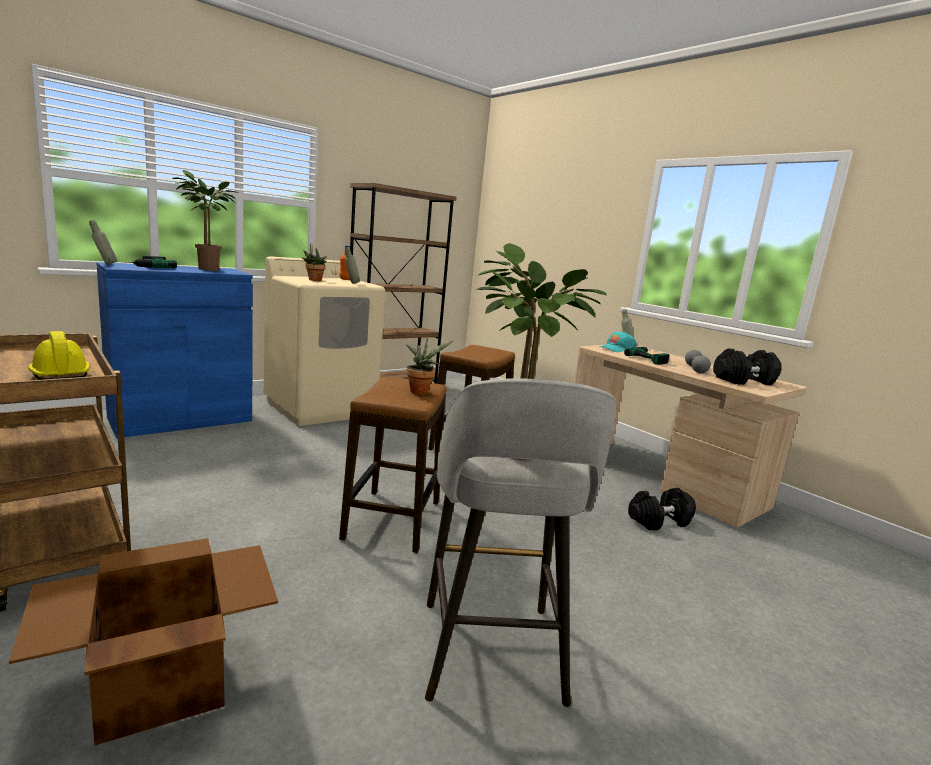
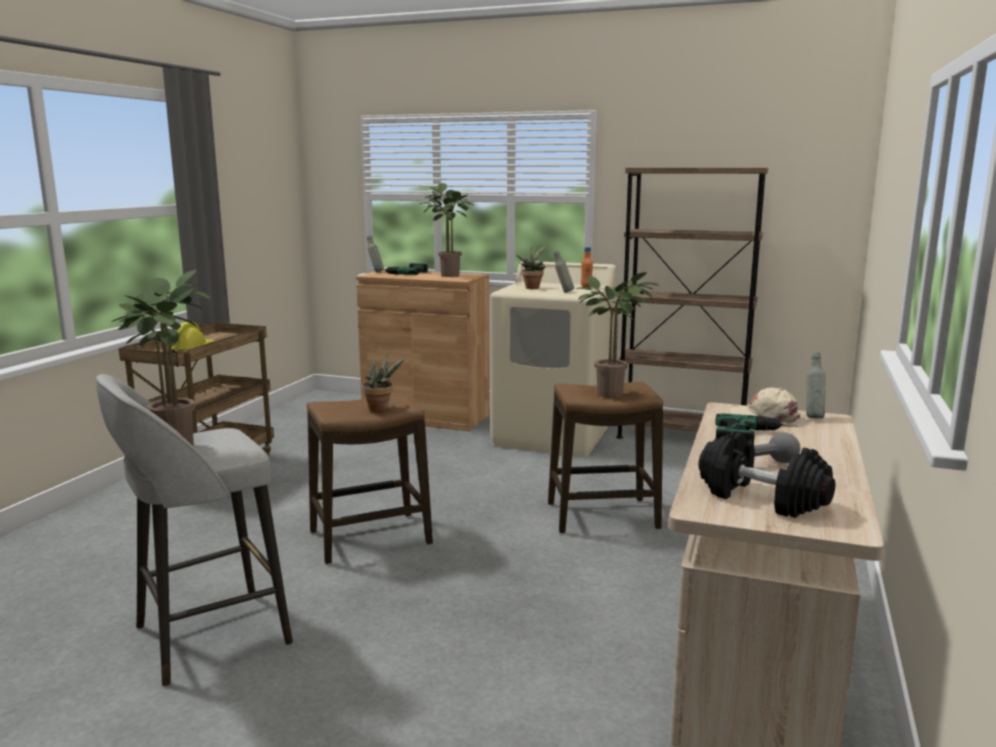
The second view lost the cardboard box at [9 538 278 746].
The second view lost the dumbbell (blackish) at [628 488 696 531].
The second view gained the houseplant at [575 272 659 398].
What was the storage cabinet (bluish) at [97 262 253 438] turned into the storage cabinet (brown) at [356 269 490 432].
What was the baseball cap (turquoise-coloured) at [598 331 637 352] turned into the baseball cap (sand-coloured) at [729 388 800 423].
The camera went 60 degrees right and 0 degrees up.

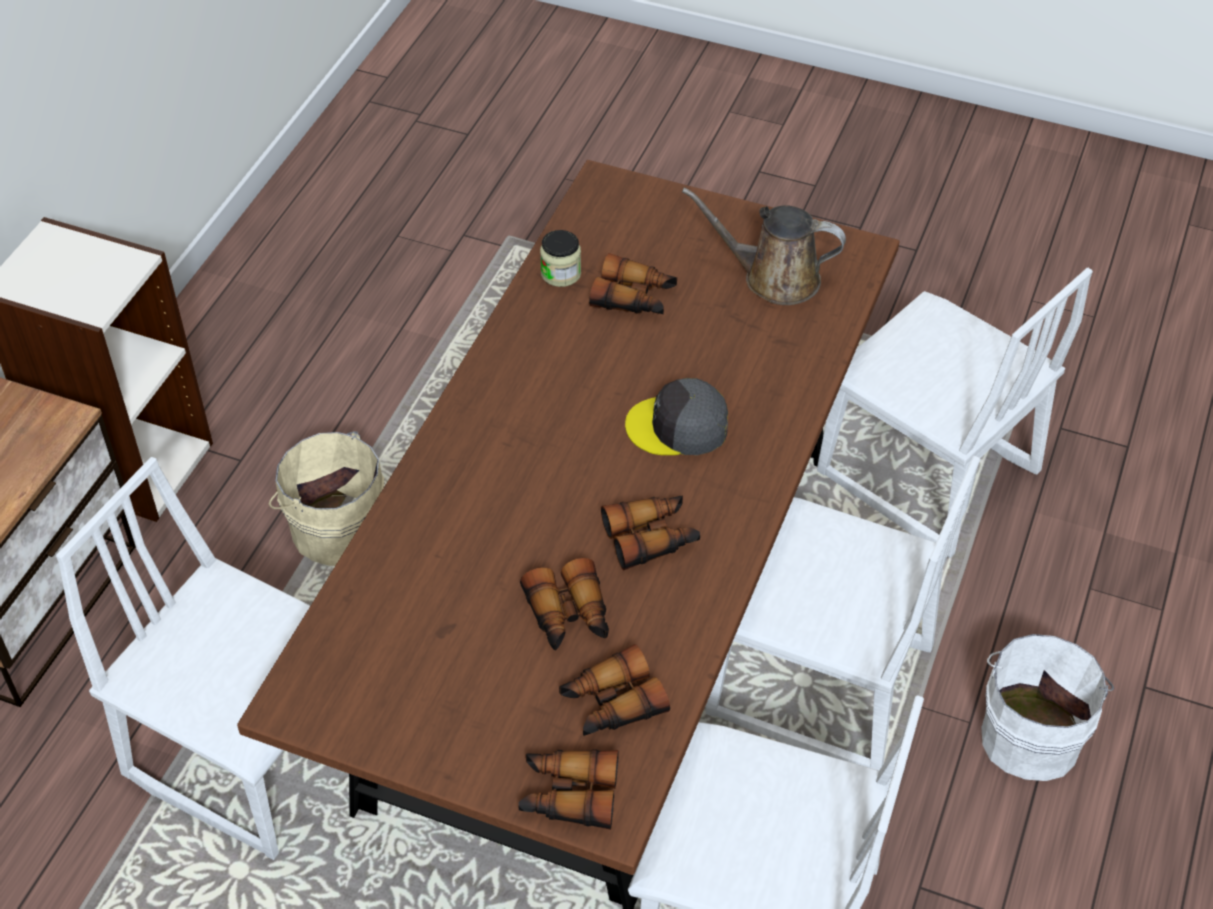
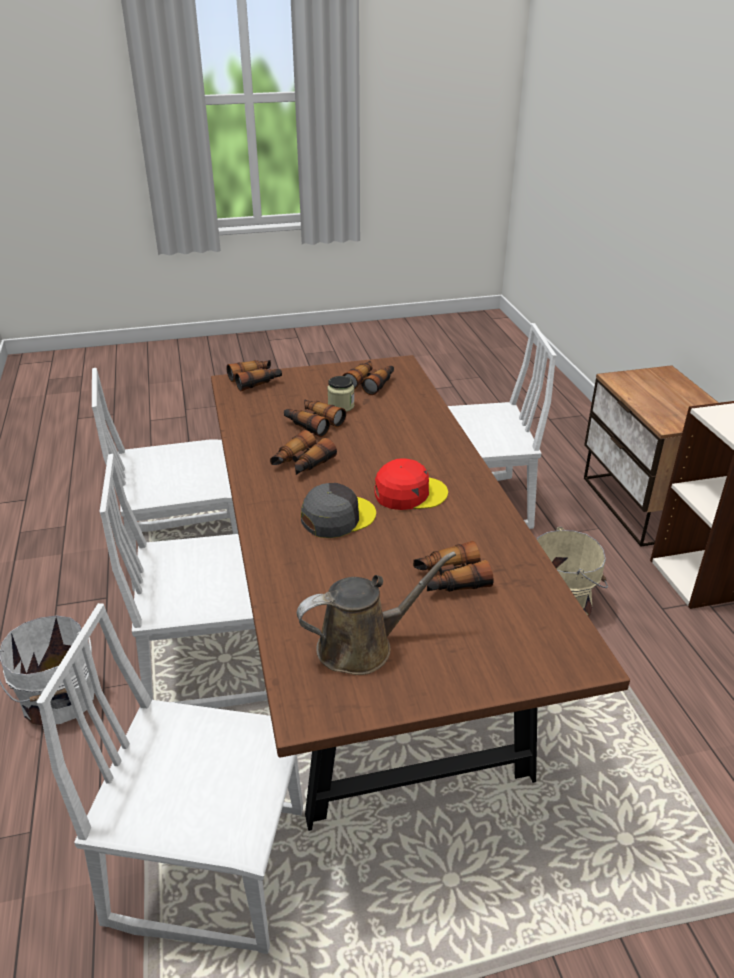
The second view gained the baseball cap (reddish) at [374 458 448 510].
The preserve jar ended up elsewhere, having gone from [540 230 581 287] to [327 376 354 412].
The pair of binoculars ended up elsewhere, having gone from [559 644 670 736] to [342 361 394 395].
The camera went 145 degrees right and 15 degrees down.

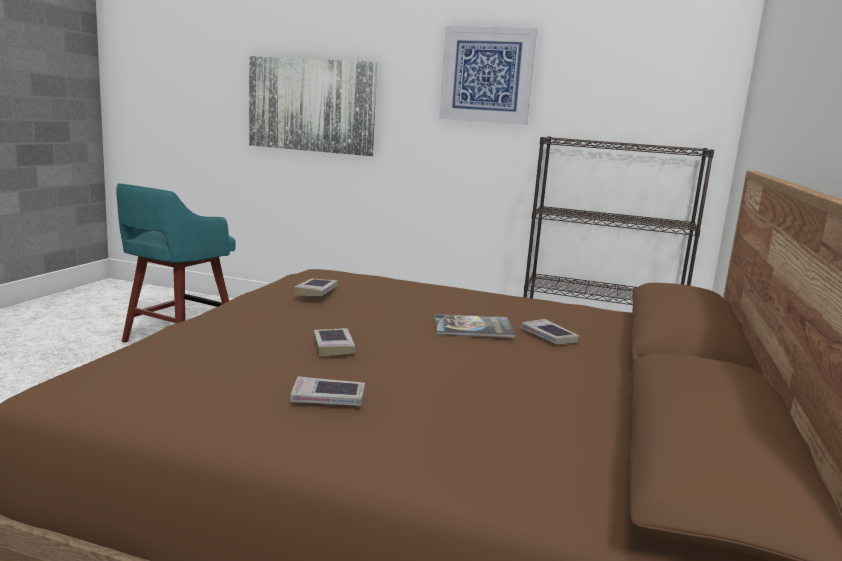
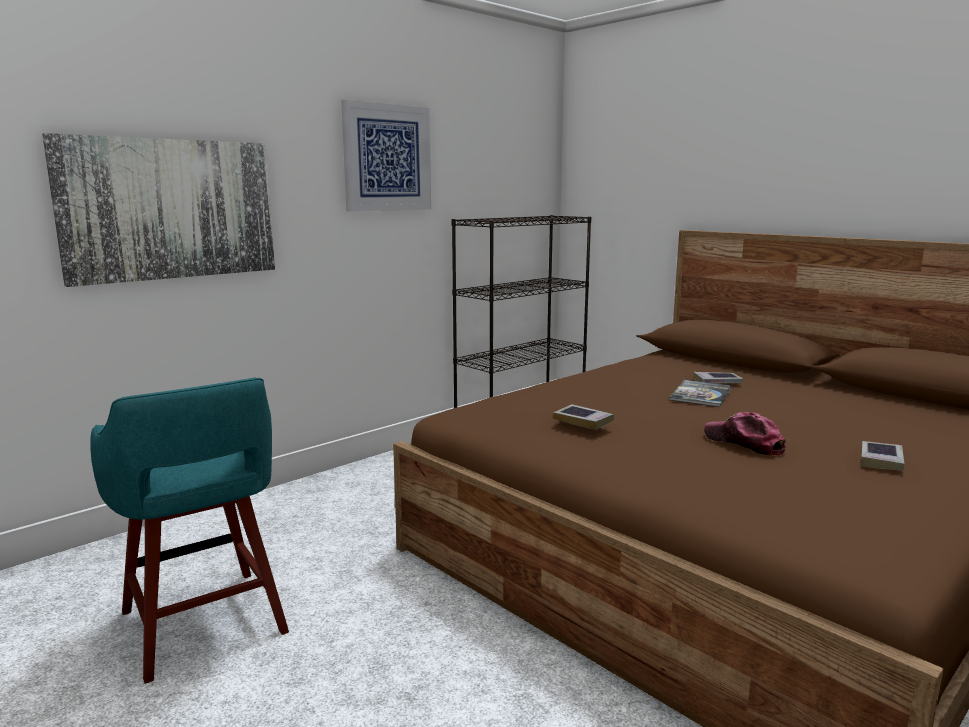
Where the volume stood at [314 328 356 356], the baseball cap came to stand at [704 412 786 456].
The camera went 60 degrees left and 0 degrees up.

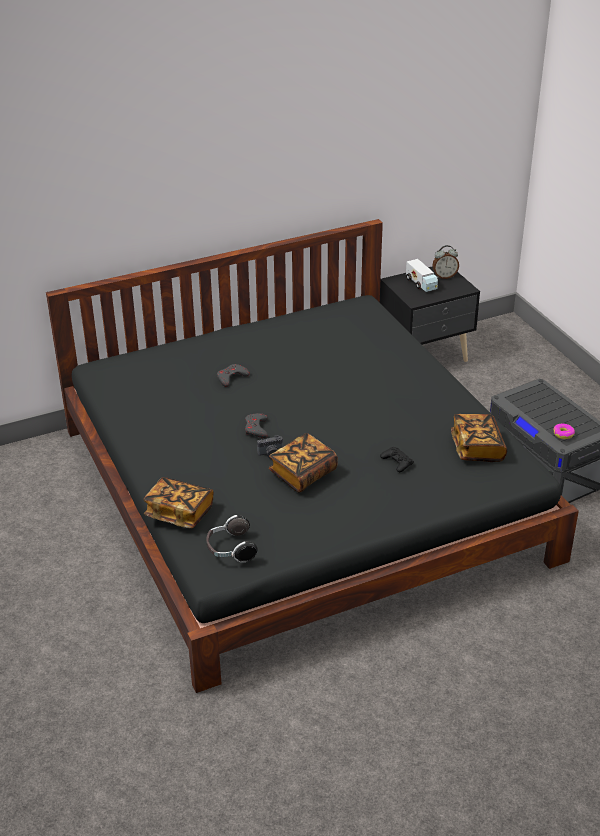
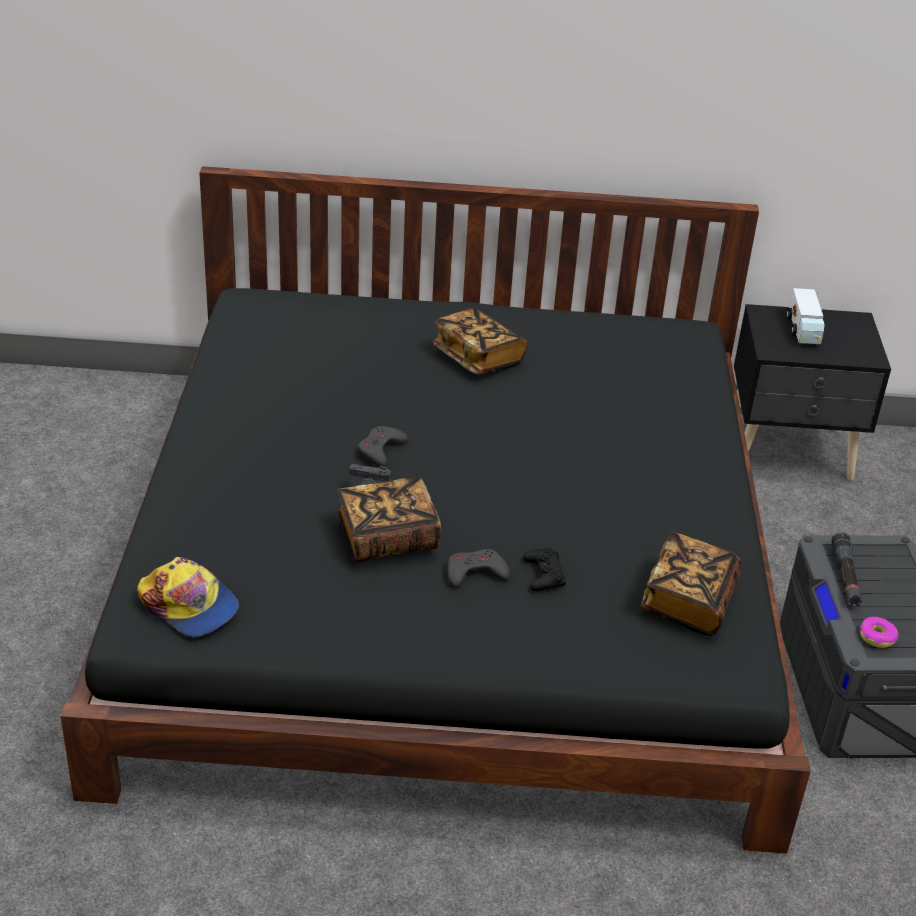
The second view lost the alarm clock at [432 245 459 279].
The second view gained the flashlight (blackish) at [832 532 862 607].
The volume ended up elsewhere, having gone from [143 477 214 529] to [432 308 527 375].
The joypad (gray) ended up elsewhere, having gone from [217 364 250 387] to [447 549 510 588].
Where the headphones stood at [207 515 258 563], the baseball cap came to stand at [137 557 239 637].
The camera went 25 degrees right and 0 degrees up.

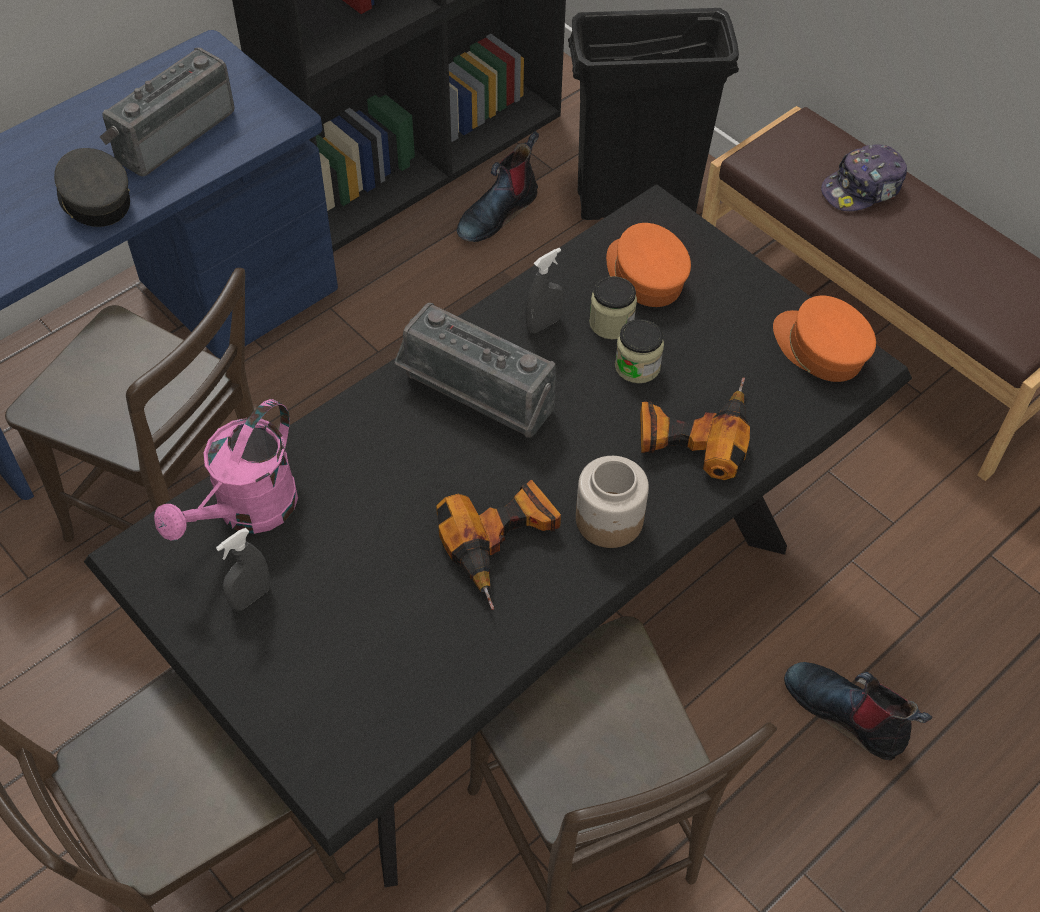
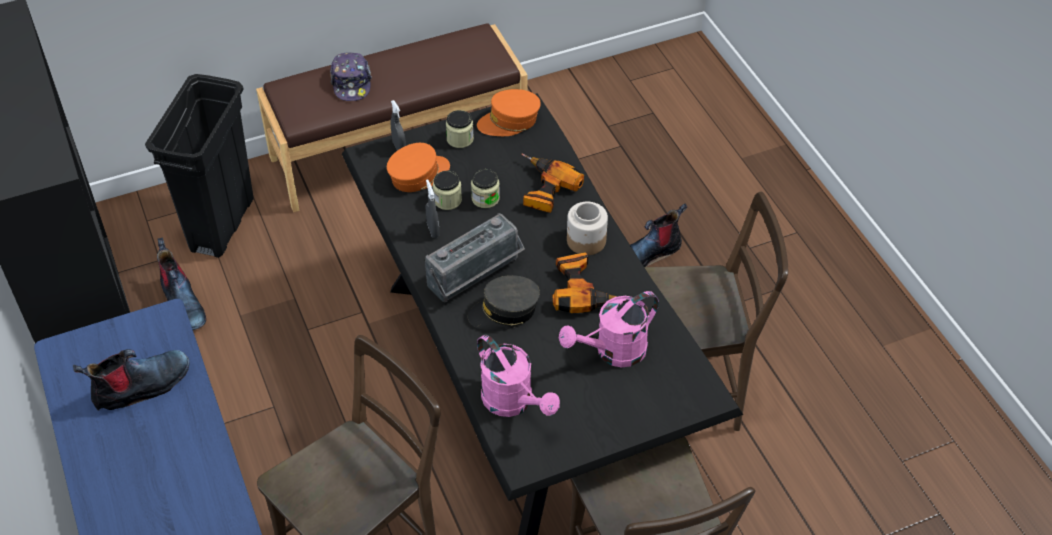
The second view gained the preserve jar at [446 110 474 148].
The second view gained the watering can (pink-coloured) at [559 291 659 367].
The baseball cap (gray) ended up elsewhere, having gone from [54 148 130 227] to [468 275 540 331].
The hand sprayer (gray) ended up elsewhere, having gone from [216 528 270 611] to [391 100 406 151].
Where the radio receiver stood at [100 48 235 176], the boot came to stand at [73 349 189 411].
The baseball cap (orangey) at [606 223 691 307] ended up facing another way, 150 degrees clockwise from before.
The camera went 70 degrees left and 5 degrees down.

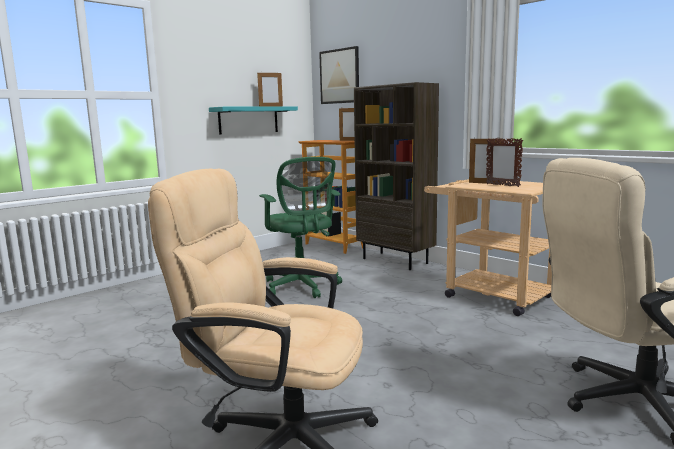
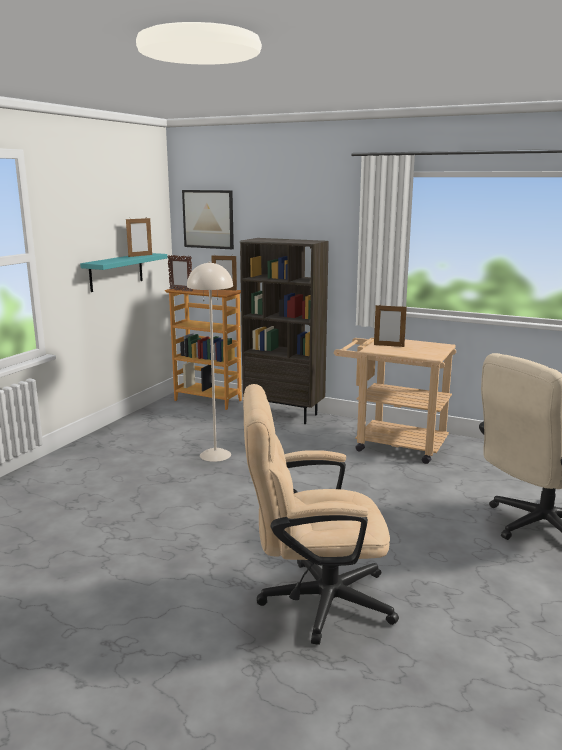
The photo frame ended up elsewhere, having gone from [486 138 523 187] to [167 255 193 292].
Where the office chair (green) stood at [259 157 342 298], the floor lamp (sand-coloured) came to stand at [187 262 233 462].
The camera went 20 degrees left and 5 degrees up.

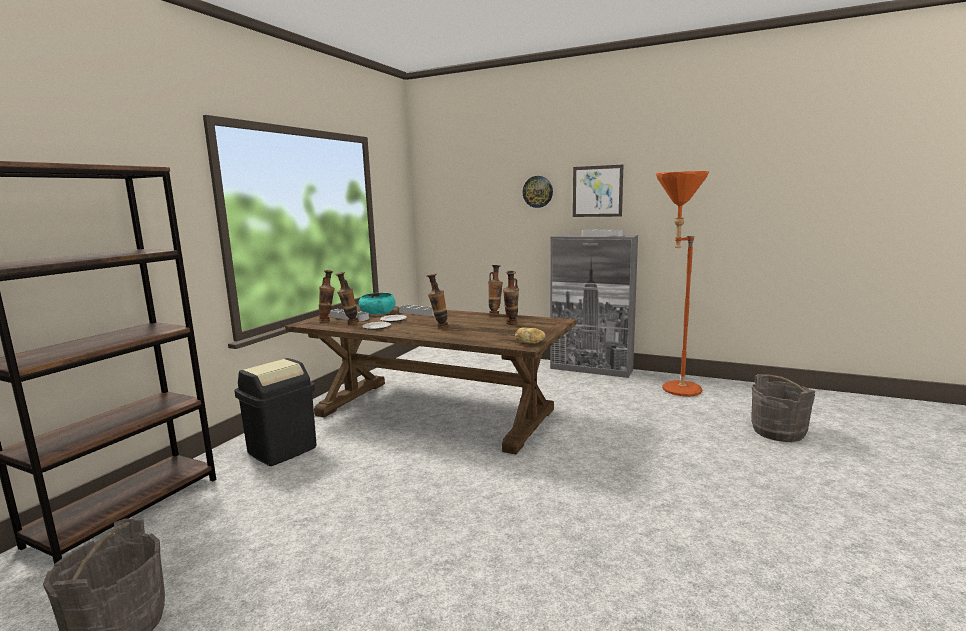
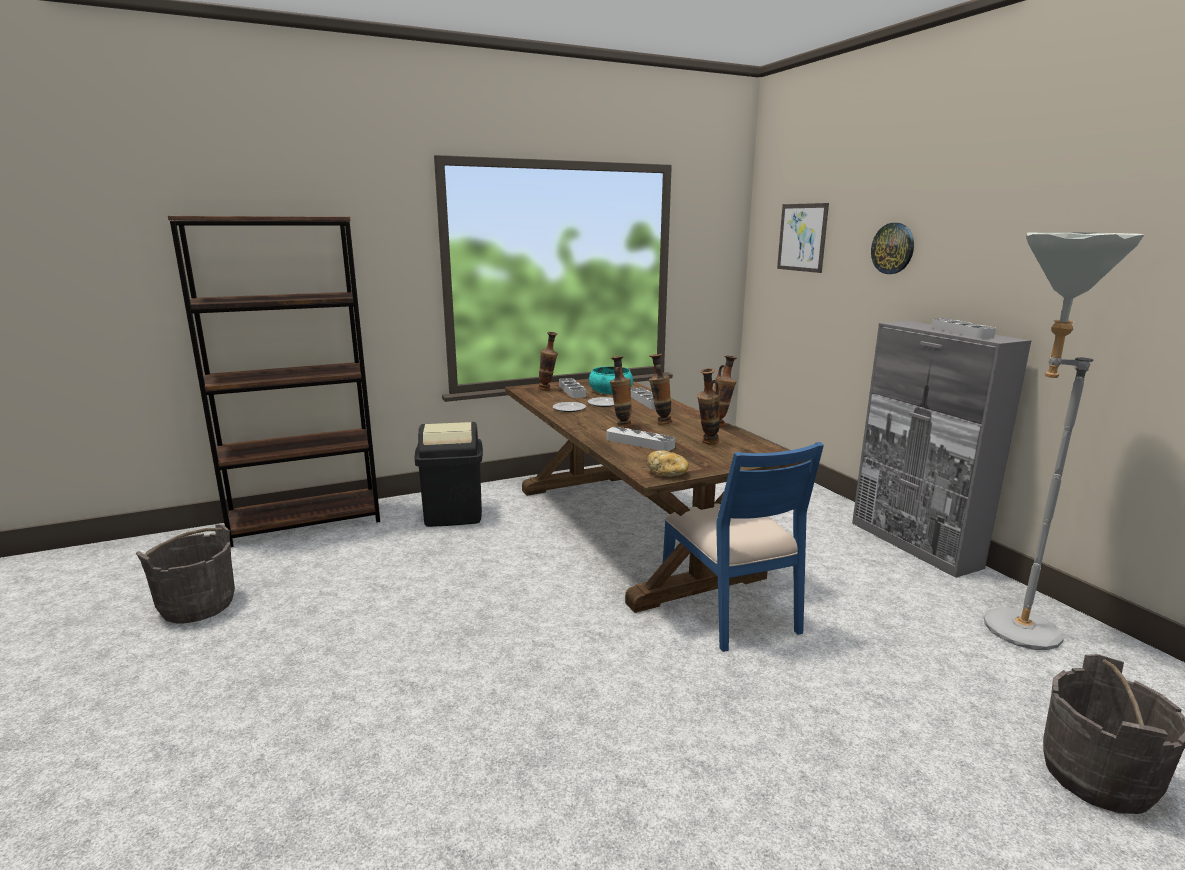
The second view gained the tray (gray) at [606 427 675 451].
The second view gained the upright chair (bluish) at [663 442 824 652].
The vase ended up elsewhere, having gone from [335 272 359 325] to [649 354 672 425].
The picture ended up elsewhere, having gone from [573 165 624 217] to [777 203 829 273].
What was the floor lamp (orangey) at [656 171 709 397] turned into the floor lamp (gray) at [984 232 1144 650].
The camera went 40 degrees right and 5 degrees up.

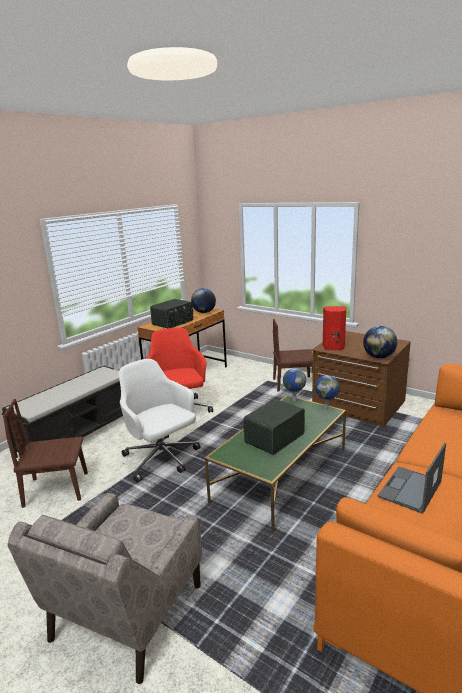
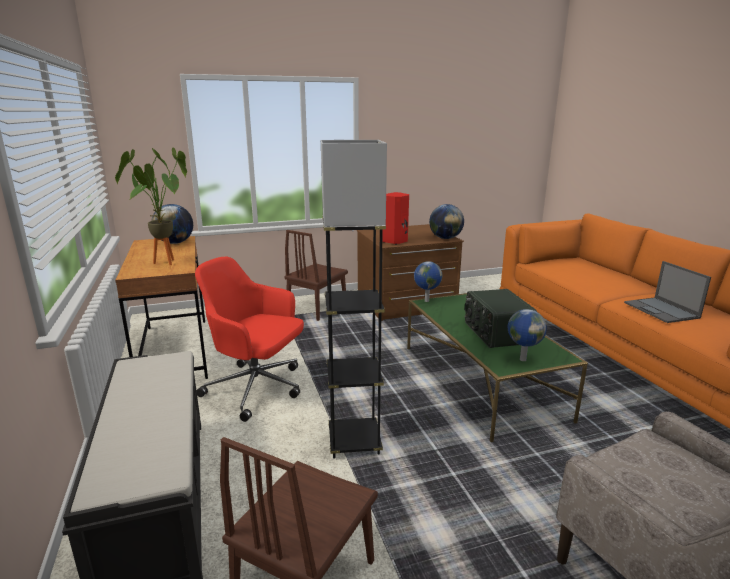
The globe ended up elsewhere, having gone from [315 375 340 409] to [508 309 547 361].
Where the office chair (whitish) stood at [118 359 201 482], the floor lamp (blackish) came to stand at [321 140 387 459].
Where the radio receiver stood at [150 299 194 328], the houseplant came to stand at [115 148 187 265].
The camera went 55 degrees left and 0 degrees up.

